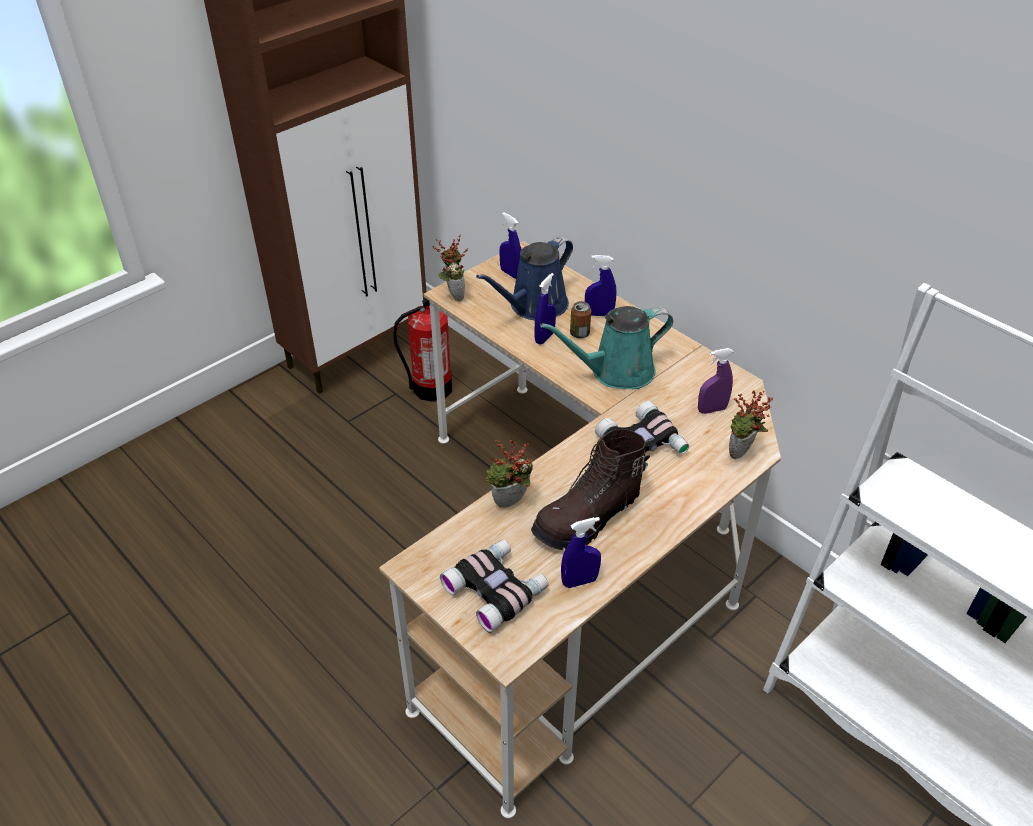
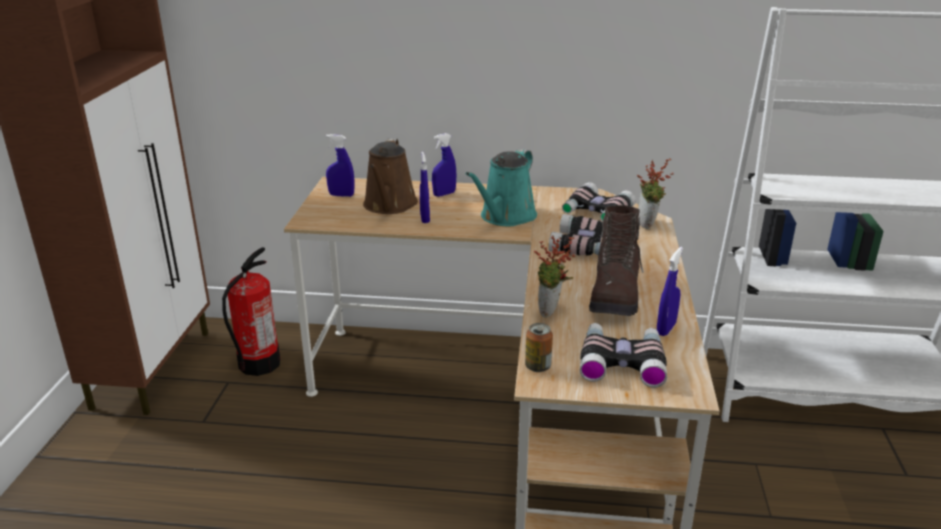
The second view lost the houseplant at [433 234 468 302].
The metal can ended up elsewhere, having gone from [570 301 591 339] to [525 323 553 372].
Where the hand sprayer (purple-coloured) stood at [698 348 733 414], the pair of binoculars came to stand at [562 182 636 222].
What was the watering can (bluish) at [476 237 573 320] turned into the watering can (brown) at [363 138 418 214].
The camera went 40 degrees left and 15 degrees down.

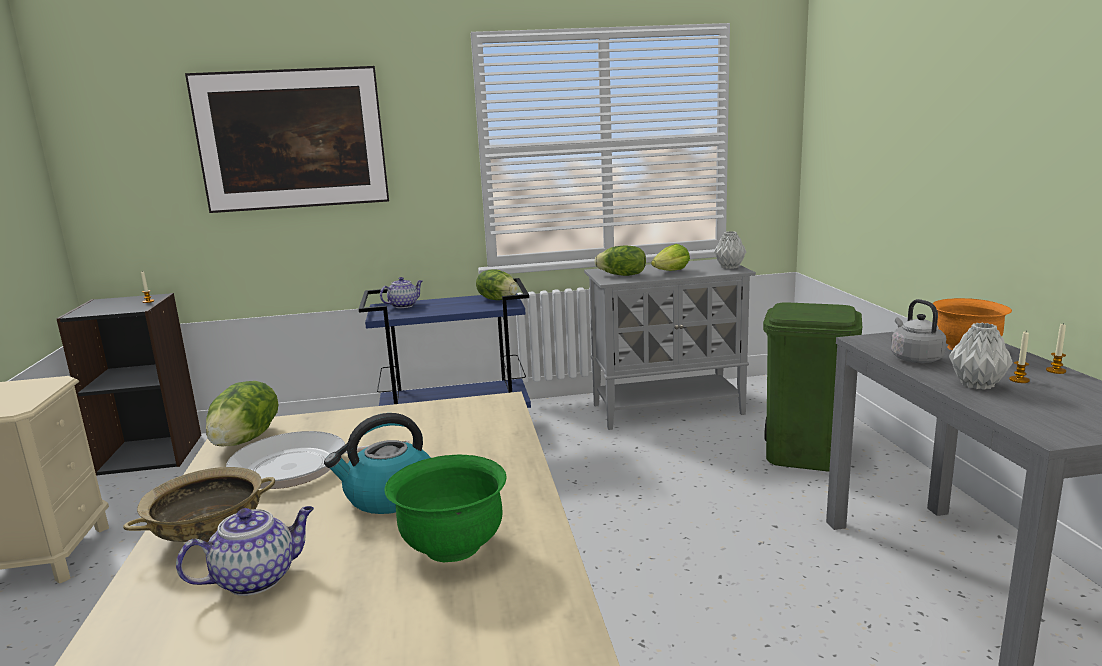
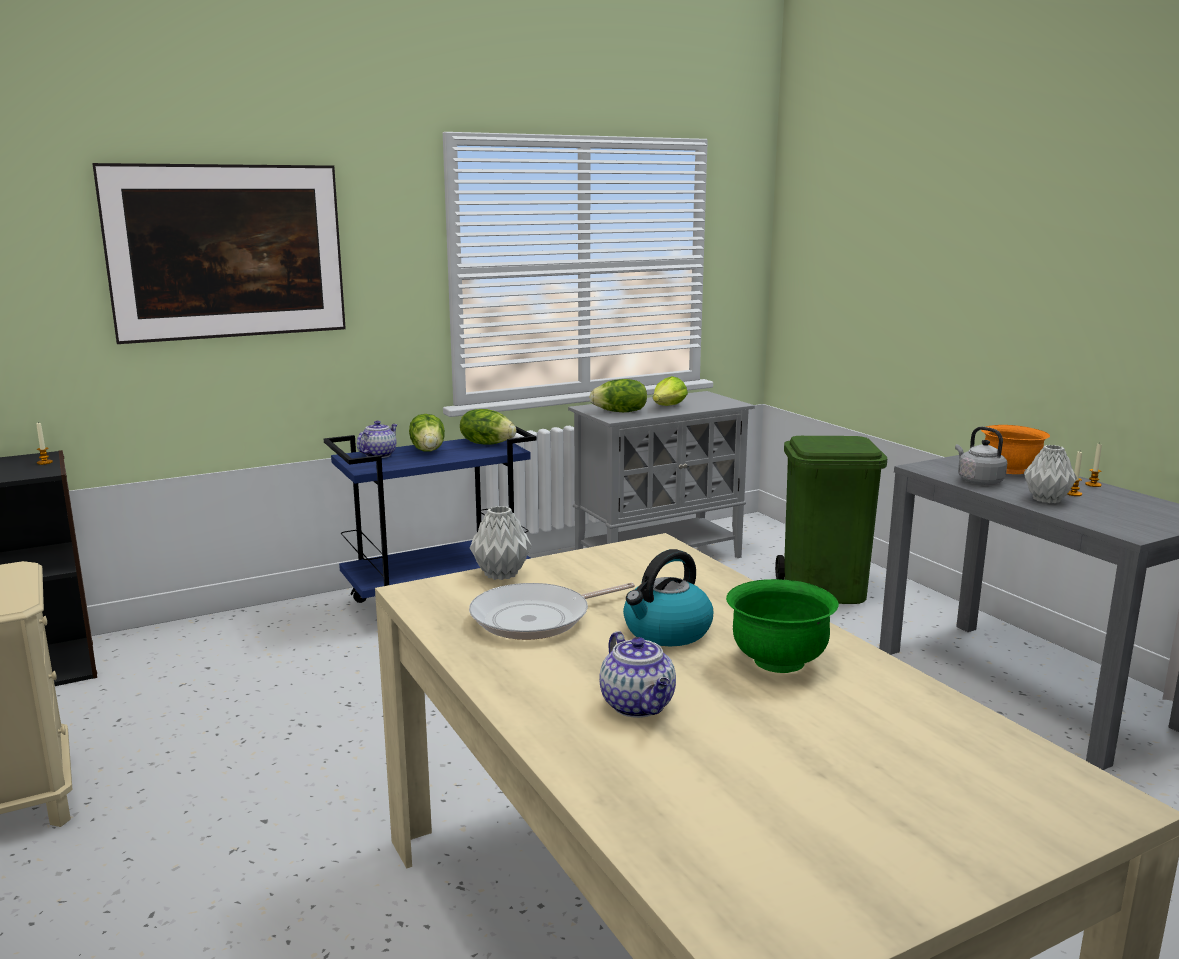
The second view lost the deep dish (sand-coloured) at [123 467 275 542].
The lettuce head ended up elsewhere, having gone from [206 381 279 447] to [409 414 445 452].
The vase (gray) ended up elsewhere, having gone from [714 231 746 269] to [470 506 531 580].
The teapot at [176 506 314 596] ended up facing another way, 120 degrees clockwise from before.
The camera went 20 degrees left and 0 degrees up.

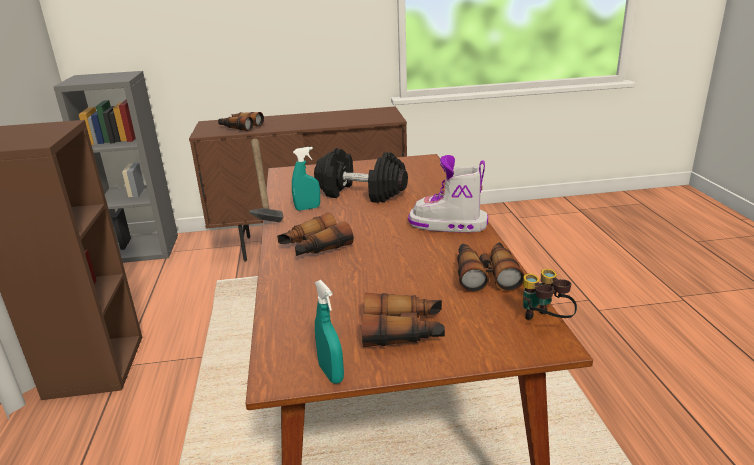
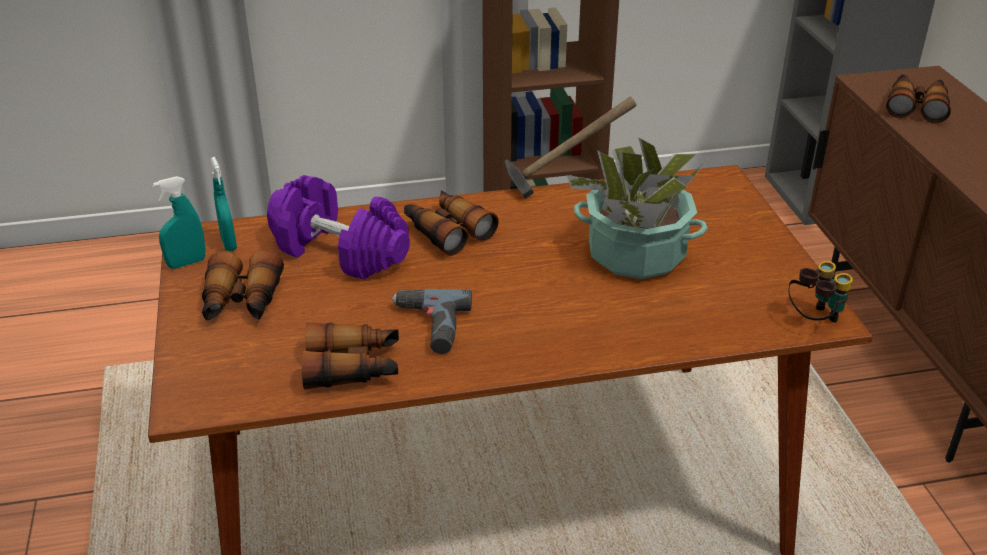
The second view lost the boot at [408 155 488 233].
The second view gained the dumbbell (purple-coloured) at [267 175 410 280].
The second view gained the drill at [392 289 472 354].
The hand sprayer (turquoise-coloured) ended up elsewhere, having gone from [292 147 320 211] to [211 157 237 251].
The pair of binoculars ended up elsewhere, having gone from [523 269 577 320] to [789 261 853 323].
Where the dumbbell (blackish) stood at [314 148 408 203], the houseplant came to stand at [567 138 708 279].
The camera went 85 degrees right and 10 degrees up.

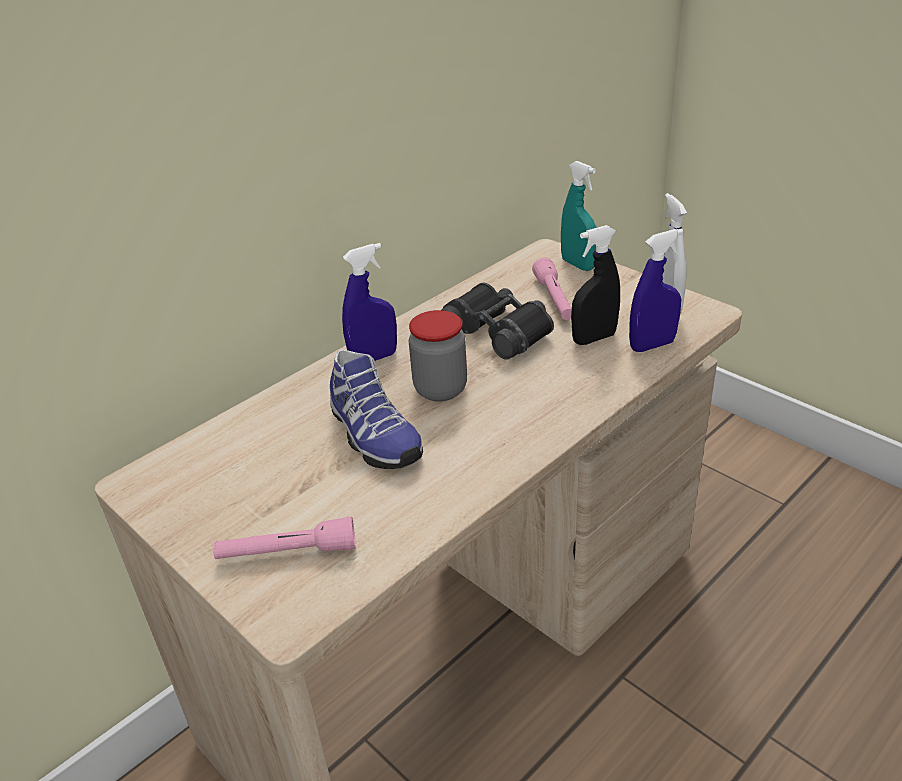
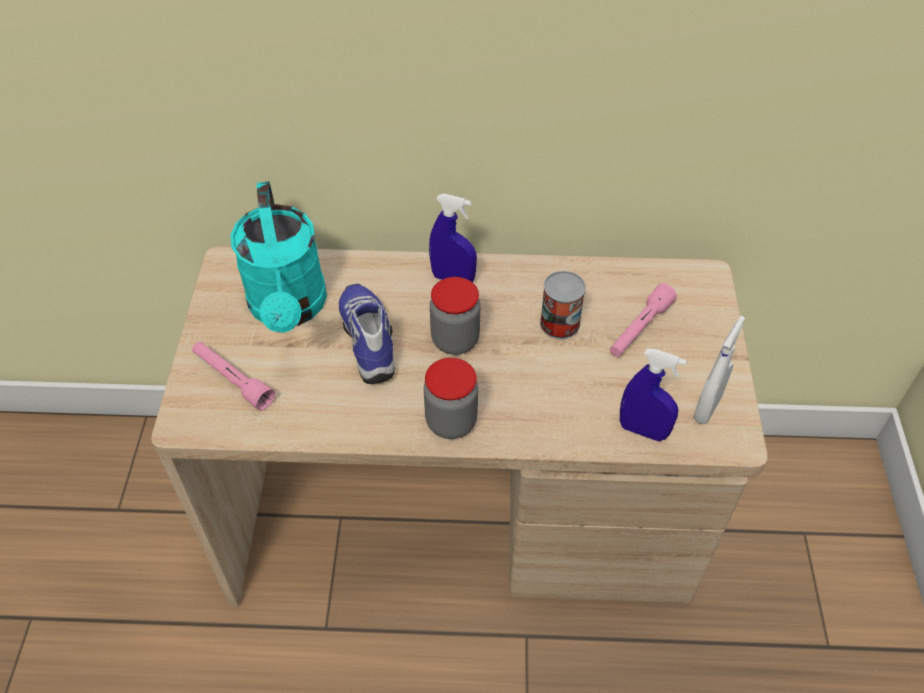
The second view lost the hand sprayer (turquoise-coloured) at [561 161 597 271].
The second view lost the hand sprayer (blackish) at [571 225 620 345].
The second view gained the watering can (turquoise-coloured) at [230 181 327 333].
The second view gained the preserve jar at [424 358 478 439].
Where the pair of binoculars (blackish) stood at [441 282 554 360], the metal can came to stand at [540 271 586 339].
The shoe at [330 350 423 469] ended up facing another way, 150 degrees clockwise from before.
The camera went 45 degrees right and 15 degrees up.

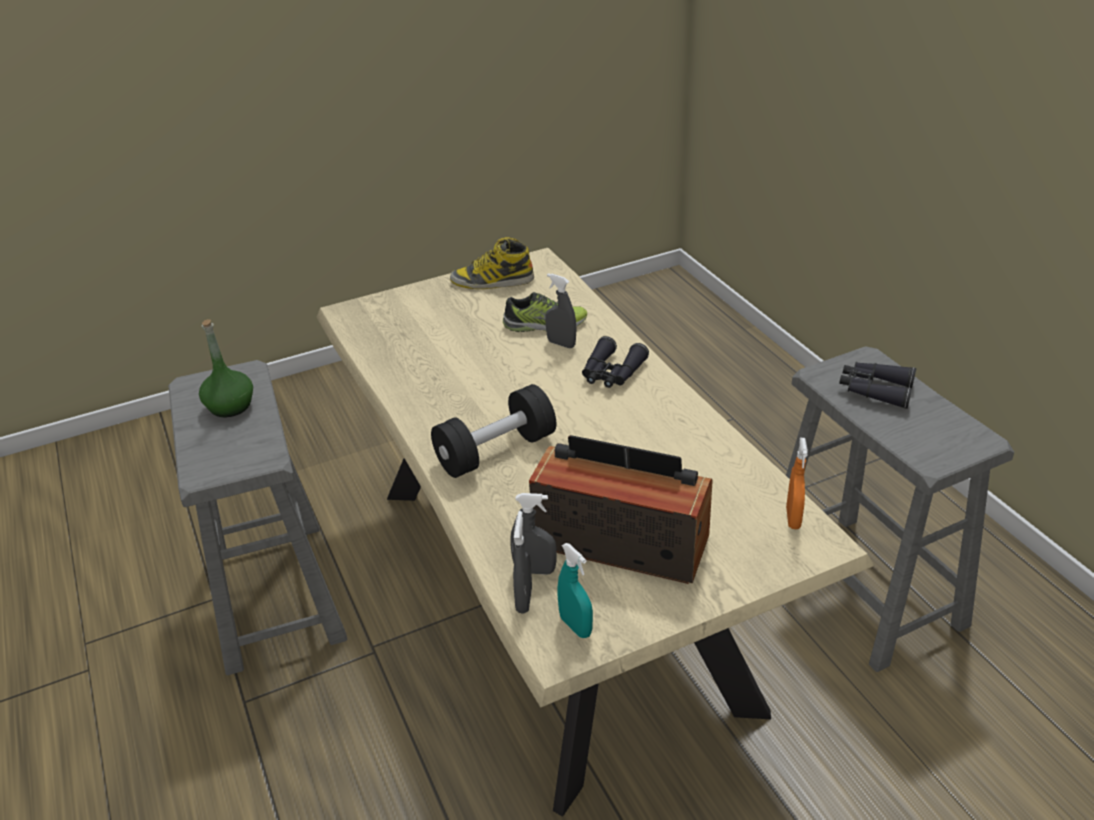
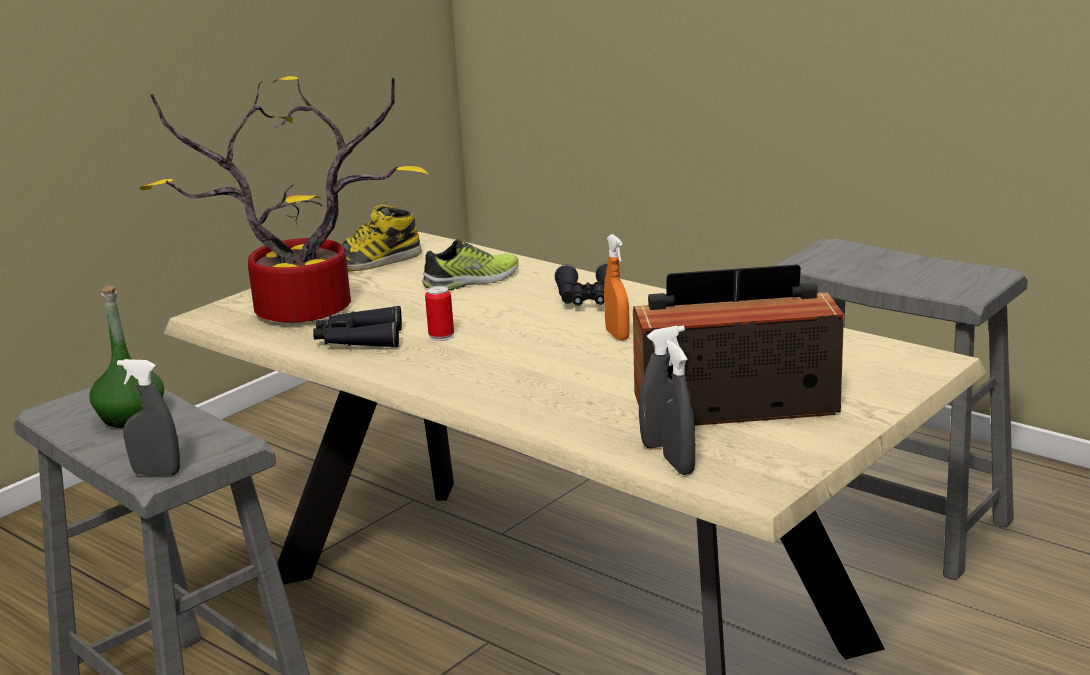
The second view lost the dumbbell (blackish) at [431 384 556 478].
The second view lost the hand sprayer (turquoise-coloured) at [558 543 593 638].
The second view gained the houseplant at [140 74 429 323].
The second view gained the metal can at [425 286 454 341].
The hand sprayer (gray) ended up elsewhere, having gone from [545 273 577 348] to [117 359 180 476].
The hand sprayer (orangey) ended up elsewhere, having gone from [786 438 808 529] to [604 234 630 340].
The pair of binoculars (blackish) ended up elsewhere, having gone from [839 362 917 409] to [313 306 402 348].
The camera went 25 degrees left and 15 degrees down.

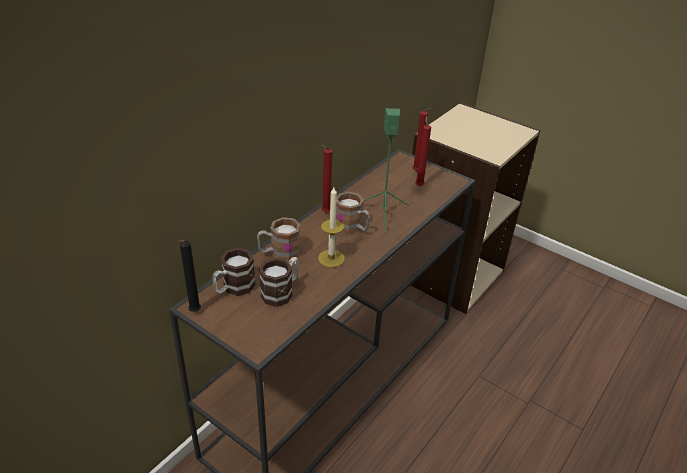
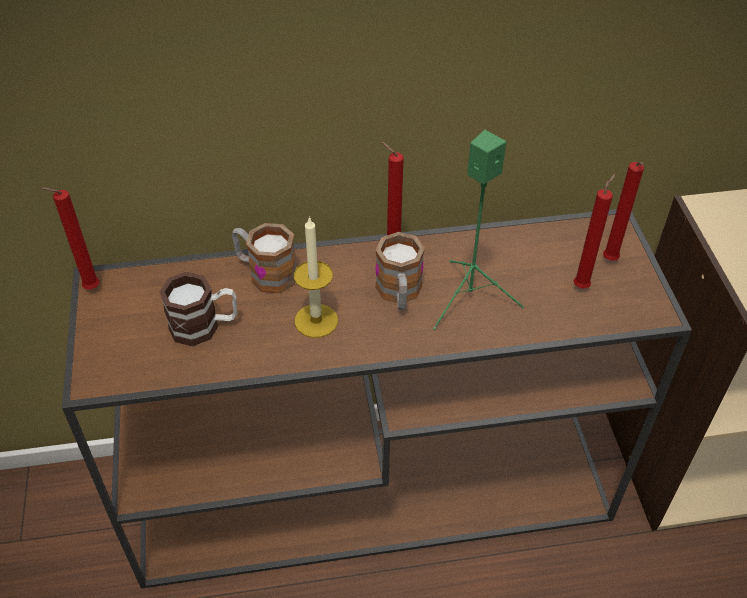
The second view lost the mug at [212 248 255 296].
What was the candle (blackish) at [178 240 201 312] turned into the candle (reddish) at [40 187 99 289].
The camera went 45 degrees right and 10 degrees up.

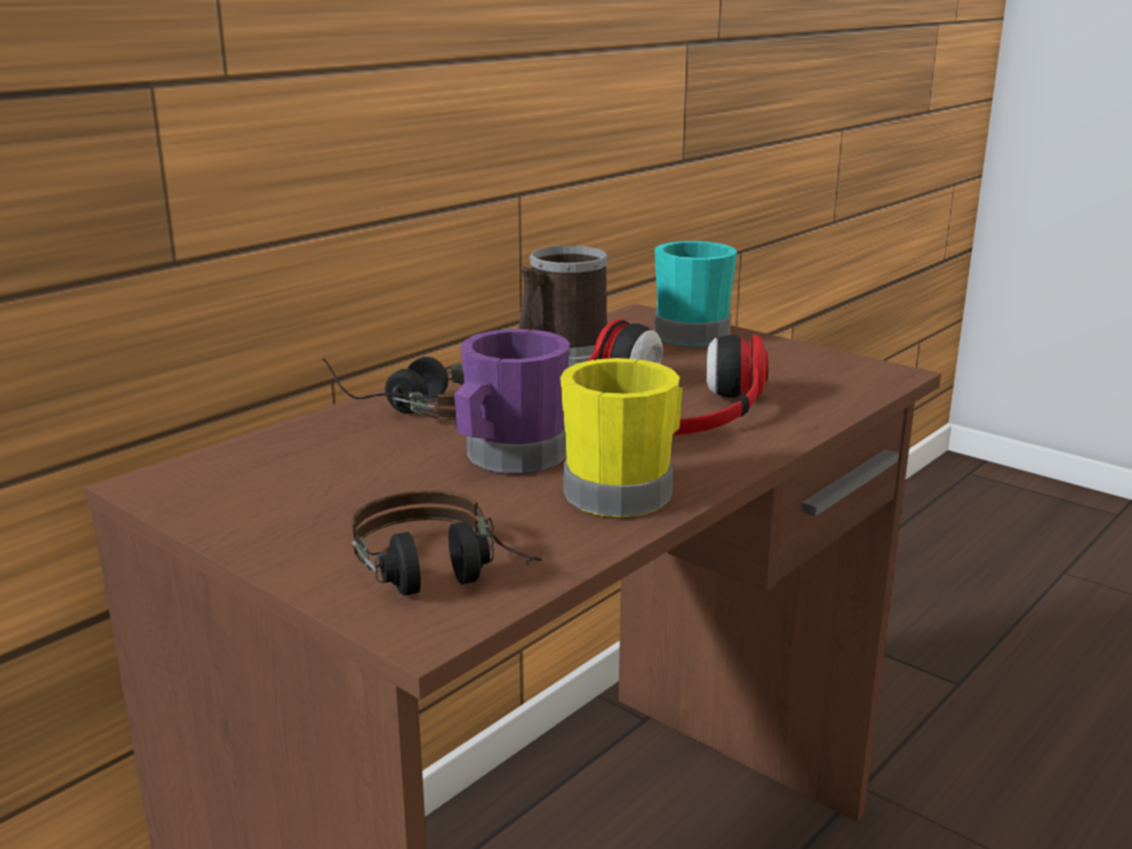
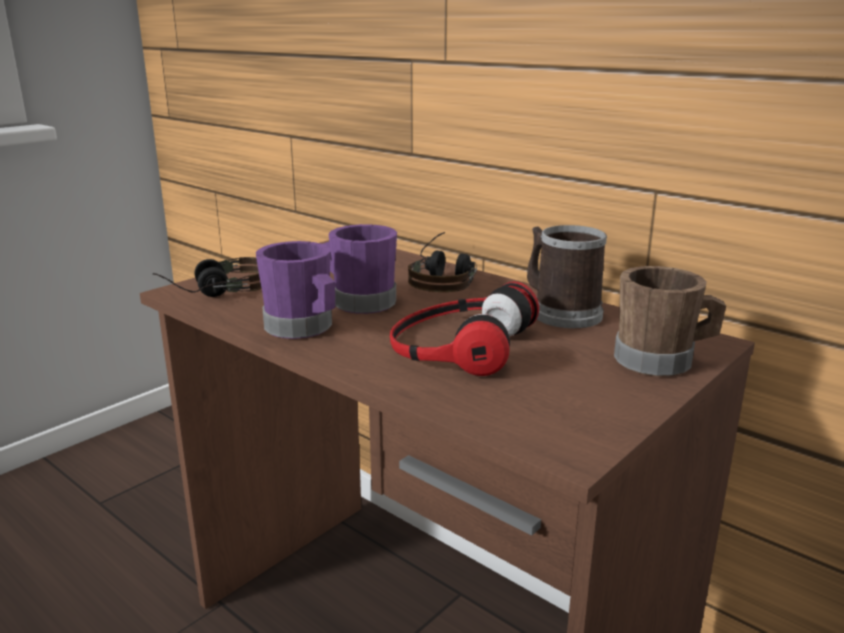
What was the mug (yellowish) at [560 358 683 517] turned into the mug (purple-coloured) at [256 241 335 339].
What was the mug (turquoise-coloured) at [654 241 737 346] turned into the mug (brown) at [614 266 726 376].
The camera went 90 degrees right and 0 degrees up.

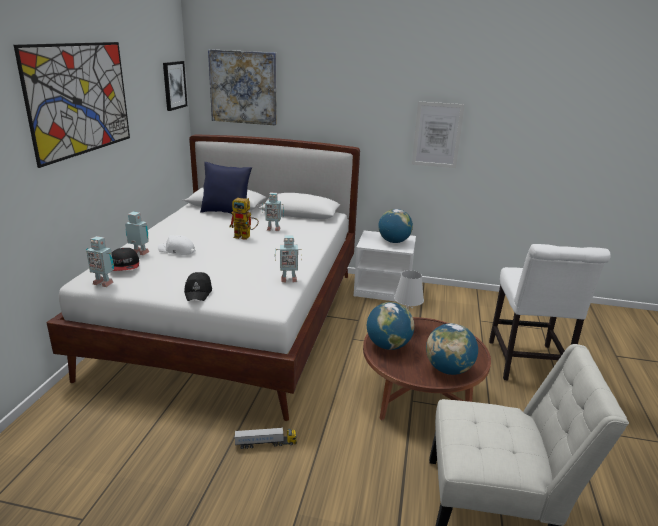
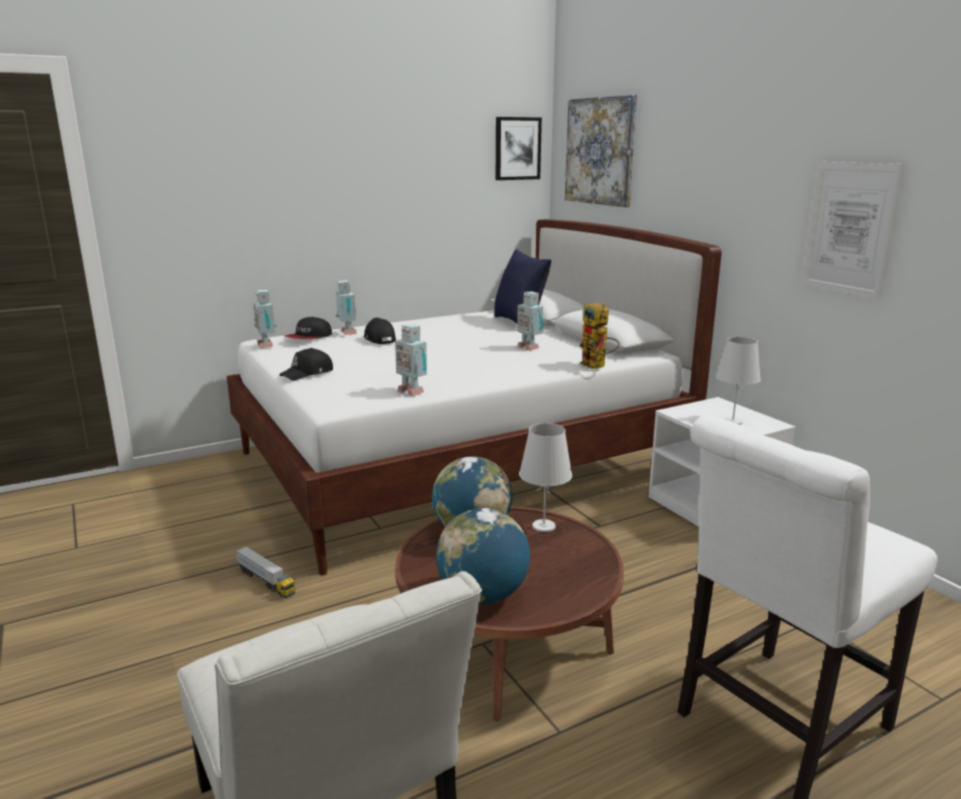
The second view lost the picture at [14 42 130 168].
The robot figure ended up elsewhere, having gone from [229 198 259 240] to [579 303 620 369].
Where the globe stood at [378 209 413 243], the table lamp (whitish) came to stand at [716 337 761 425].
What was the baseball cap (whitish) at [158 235 196 255] turned into the baseball cap (blackish) at [364 318 396 344].
The camera went 50 degrees right and 5 degrees down.

